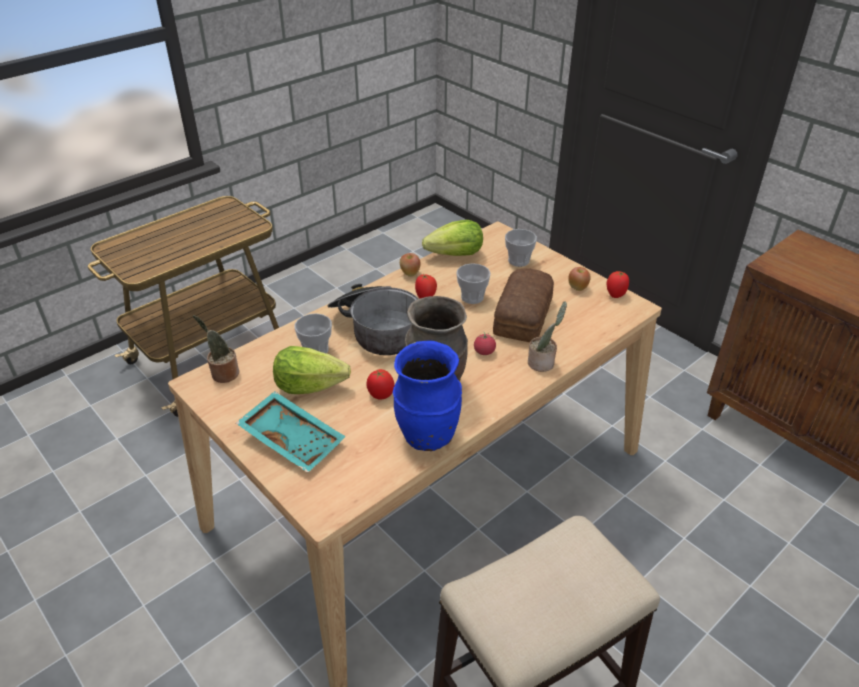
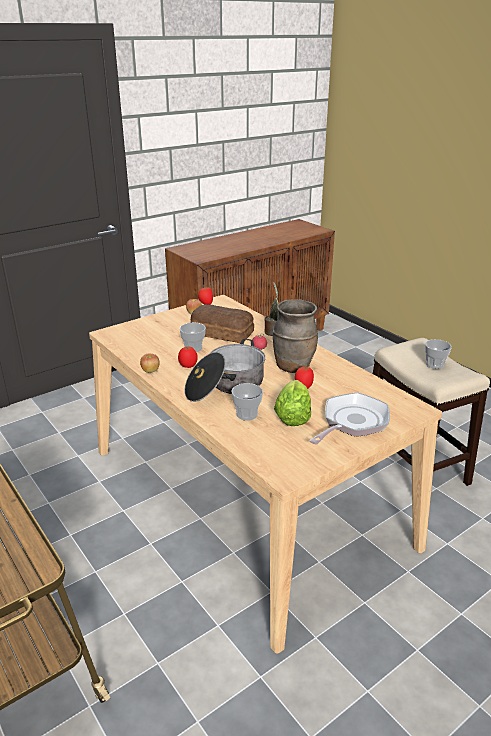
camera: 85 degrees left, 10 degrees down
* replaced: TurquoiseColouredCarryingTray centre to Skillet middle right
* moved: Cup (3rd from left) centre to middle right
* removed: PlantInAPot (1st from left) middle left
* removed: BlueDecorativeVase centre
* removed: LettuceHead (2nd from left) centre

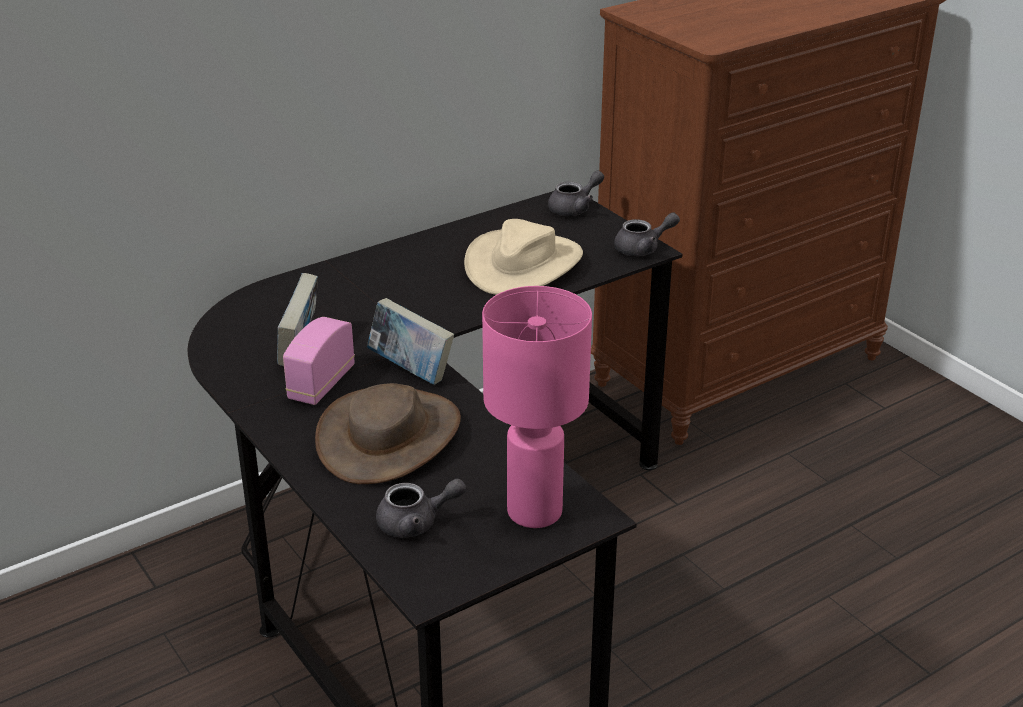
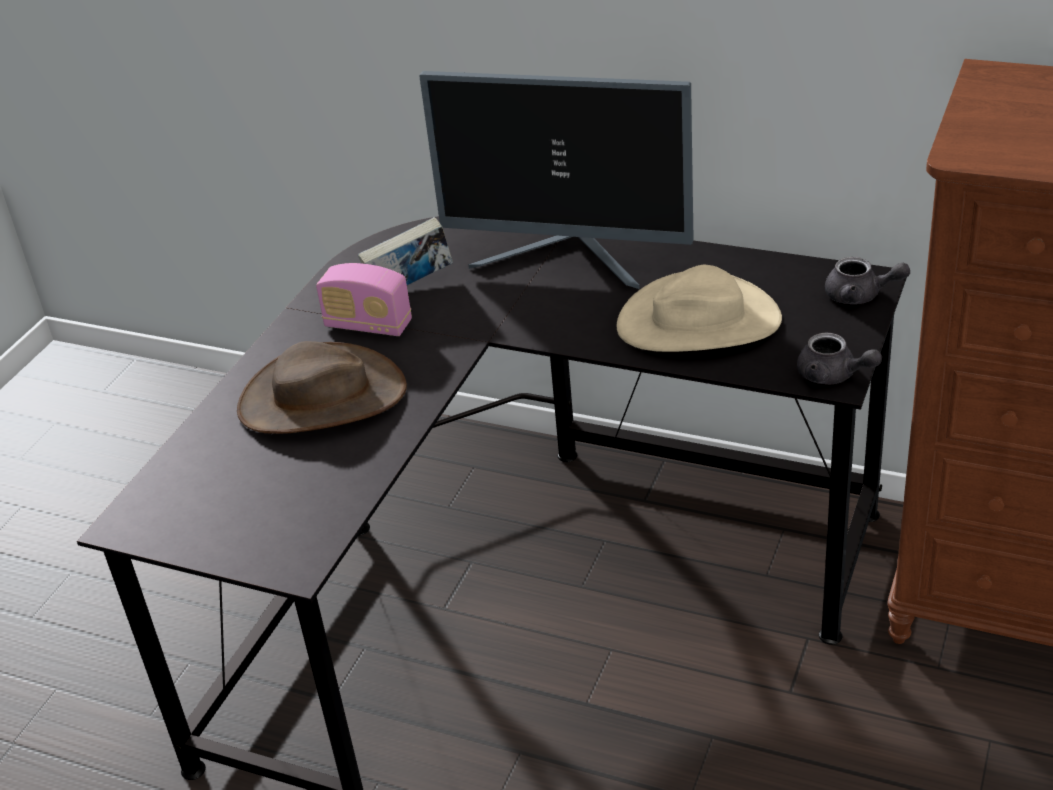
camera: 60 degrees right, 5 degrees up
* turned: Radio middle left = centre 150 degrees counterclockwise
* added: ComputerScreen top centre
* removed: BoundBook (2nd from left) centre
* removed: GreyPotForTea (1st from left) bottom centre
* removed: PinkishLampForATable centre

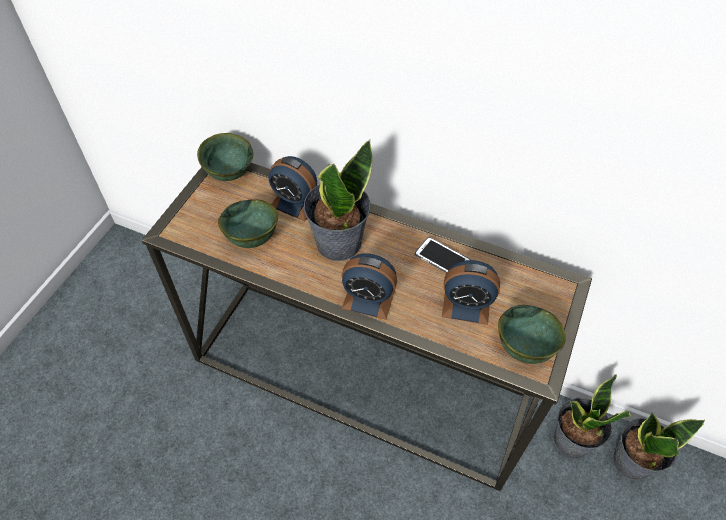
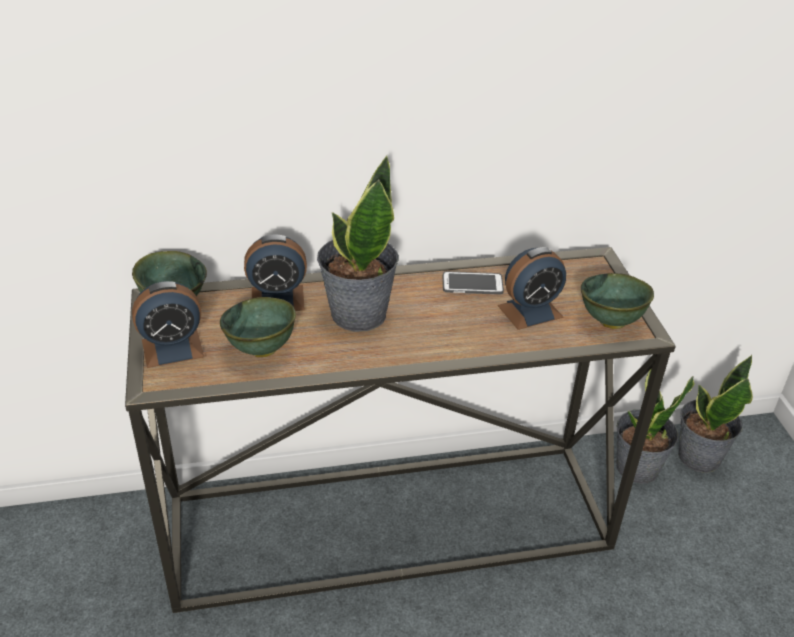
camera: 35 degrees left, 15 degrees down
* moved: BedsideClock (2nd from left in the first image) centre to BedsideClock (1st from left) middle left

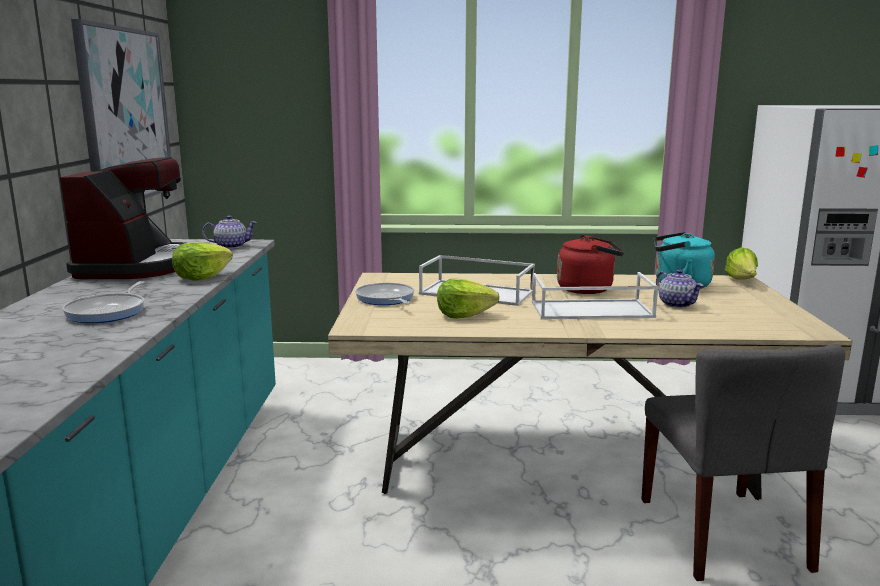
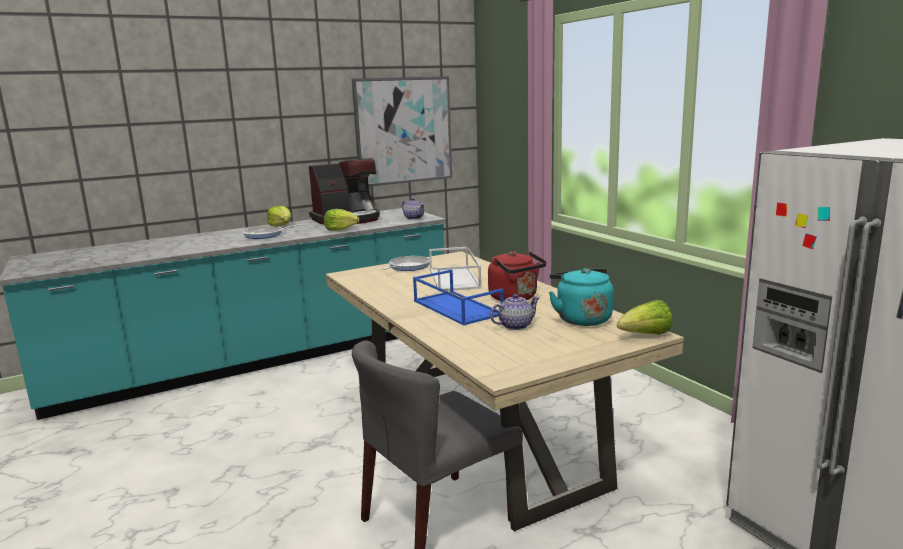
camera: 60 degrees right, 0 degrees up
* moved: LettuceHead (2nd from left in the first image) centre to LettuceHead (1st from left) middle left
* recoloured: WhiteCarryingTray (2nd from left) middle right to BlueCarryingTray centre
* turned: PotForTea (2nd from left) middle right = centre 150 degrees counterclockwise

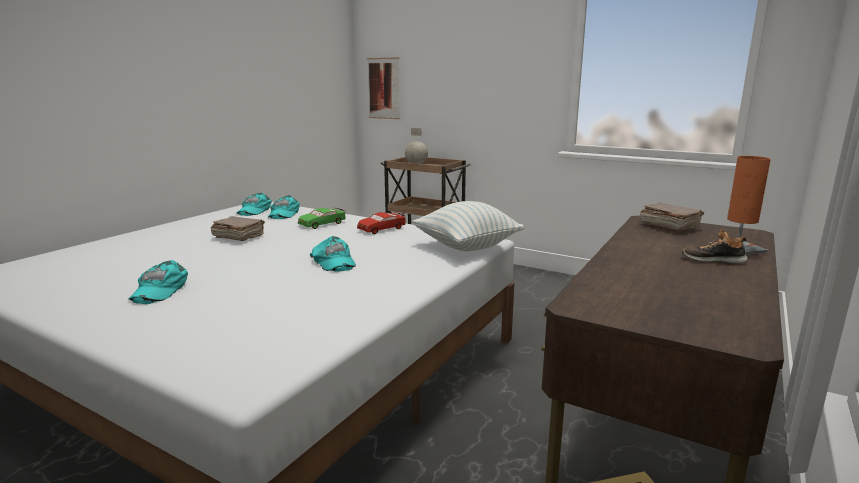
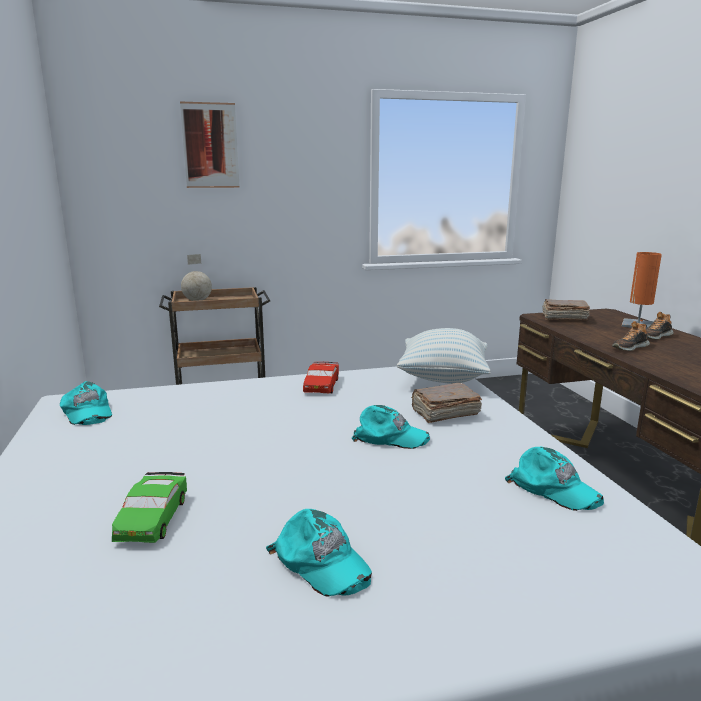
camera: 45 degrees left, 0 degrees up
* moved: GreenishMiniatureCar centre to bottom left
* moved: WallArt top centre to top left
* moved: BrownColouredBoundBook (1st from left) middle left to centre
* moved: TurquoiseColouredBaseballCap (3rd from left in the first image) middle left to TurquoiseColouredBaseballCap (4th from left) bottom right
* added: LowShoe (1st from left) middle right

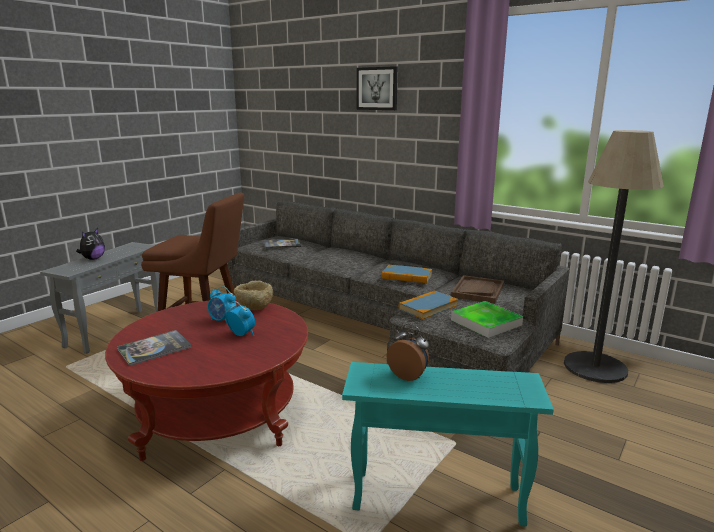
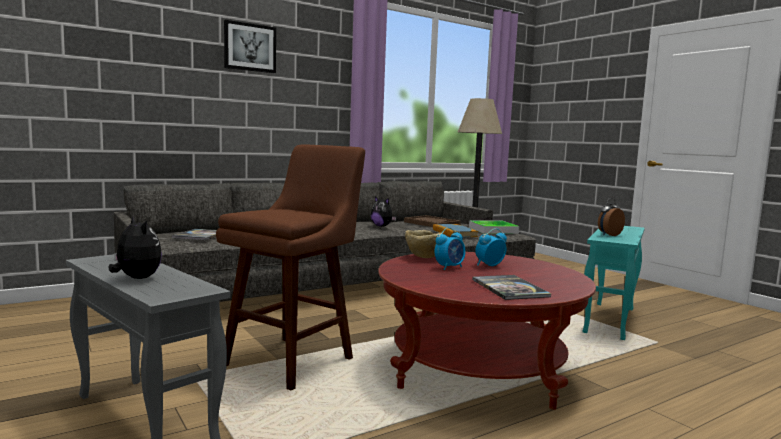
camera: 70 degrees left, 10 degrees down
* replaced: BoundBook (3rd from left) centre to SoftToy (2nd from left) centre

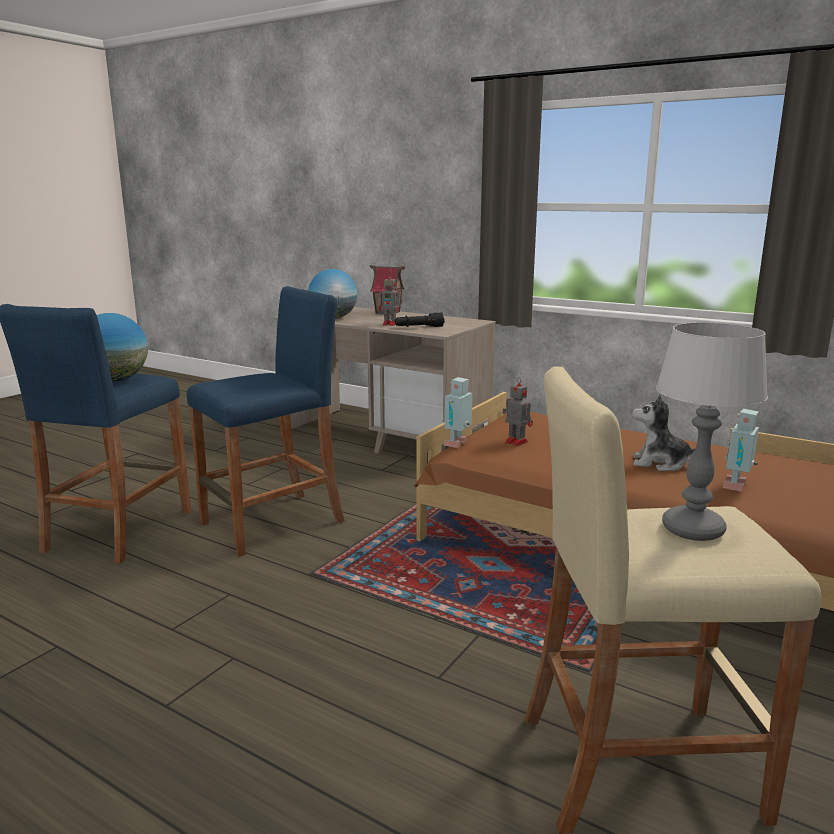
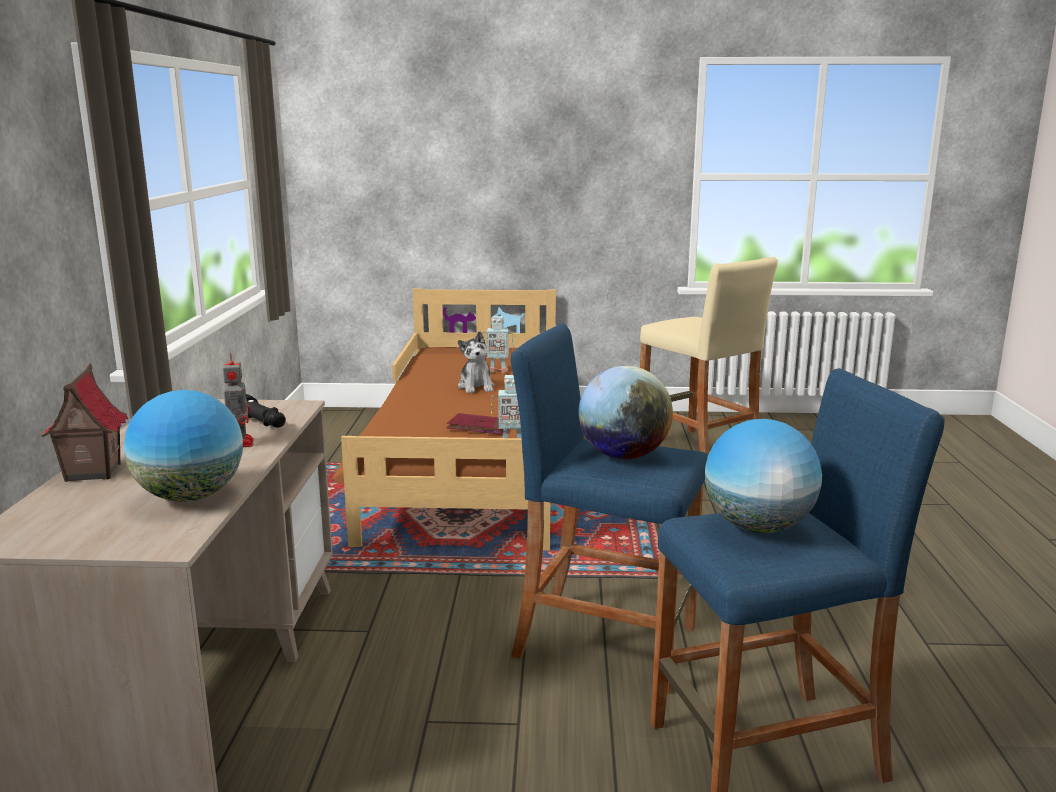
camera: 120 degrees left, 0 degrees up
* replaced: ToyRobot (3rd from left) centre to ReddishBoundBook centre
* added: WorldGlobe (2nd from left) centre
* removed: LampForATable middle right

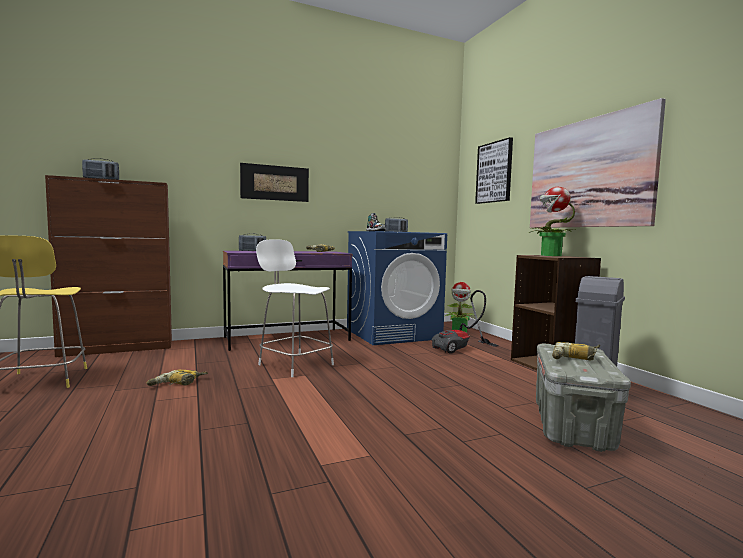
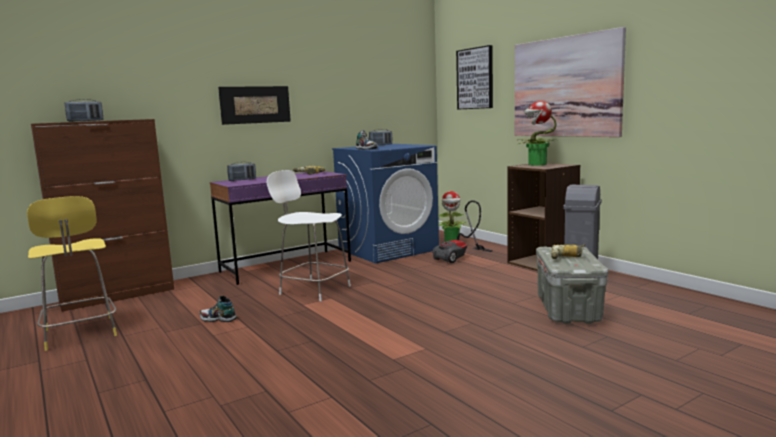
camera: 10 degrees left, 5 degrees up
* replaced: Drill (1st from left) bottom left to LowShoe (1st from left) bottom left

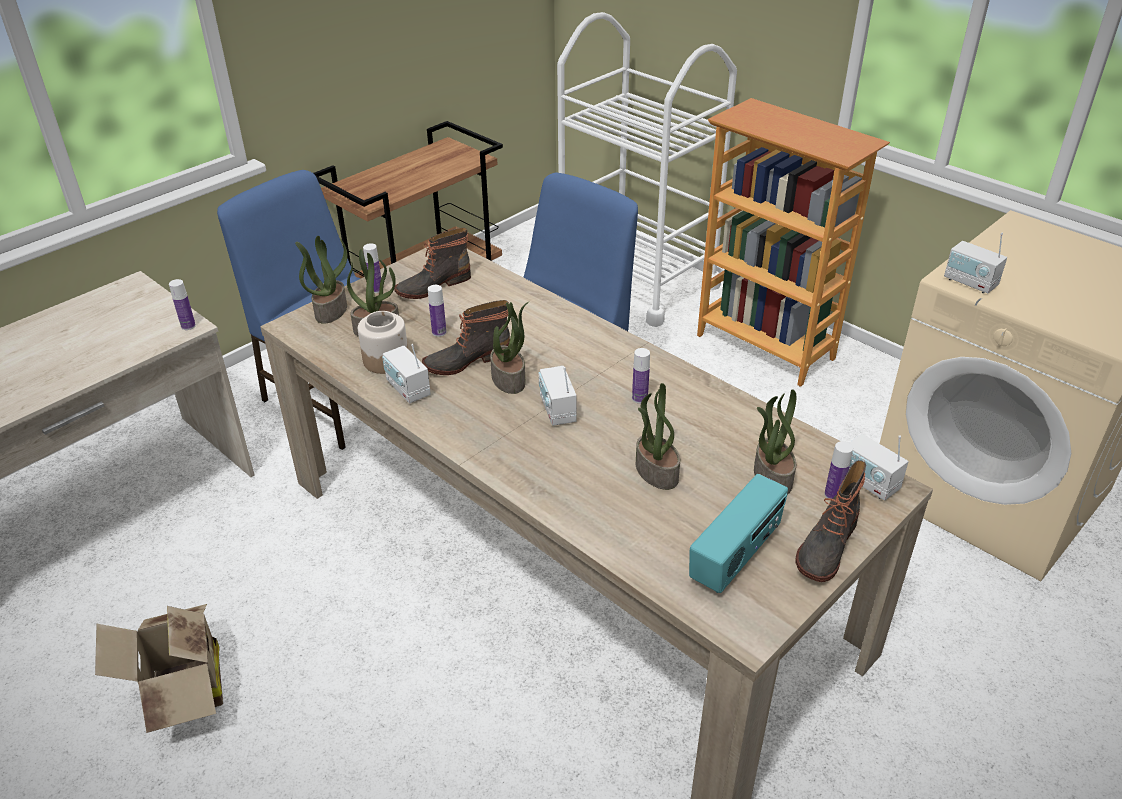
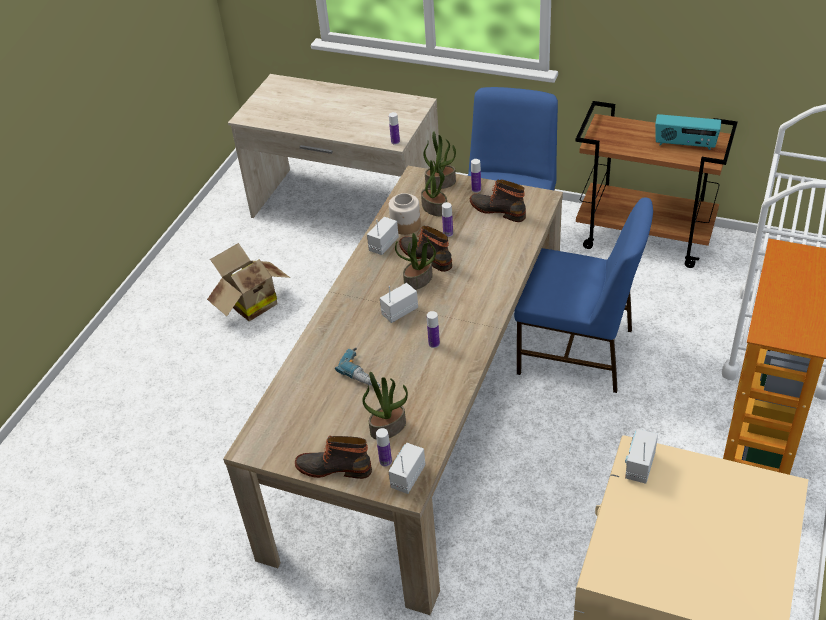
camera: 70 degrees right, 5 degrees up
* replaced: PlantInAPot (4th from left) centre to Drill centre
* moved: Radio (3rd from left in the first image) bottom centre to Radio (5th from left) top right

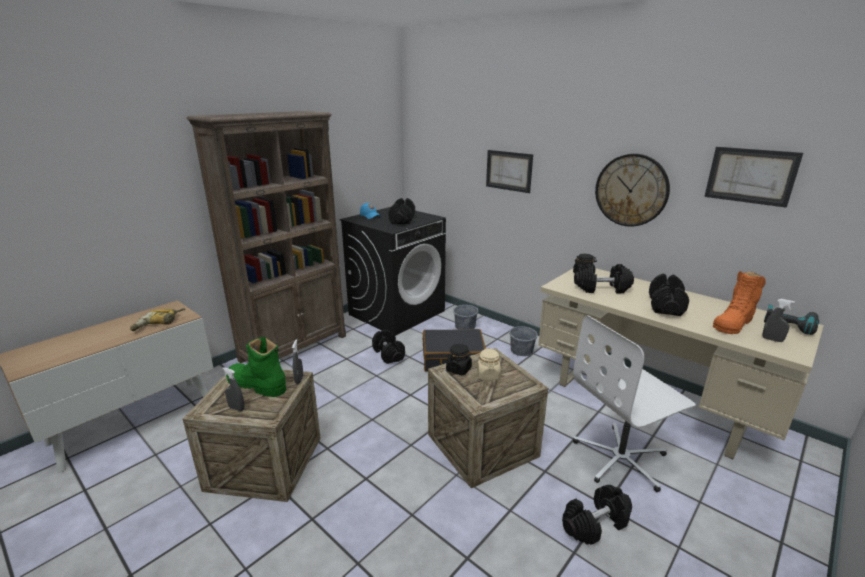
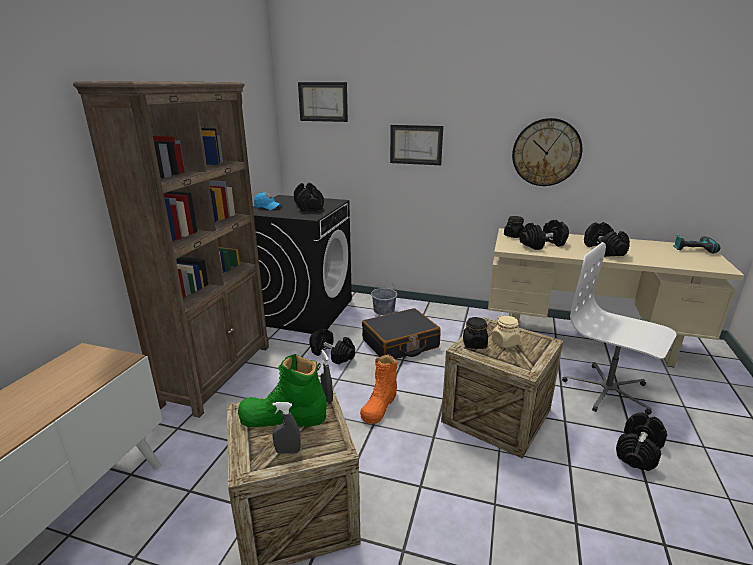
camera: 25 degrees left, 0 degrees up
* moved: WallArt (2nd from left in the first image) top right to WallArt (1st from left) top centre
* moved: OrangeyTallBoot middle right to bottom centre
* turned: WhiteComputerChair bottom right = middle right 90 degrees clockwise
* removed: Drill (1st from left) middle left
* removed: GreyPail (2nd from left) centre
* removed: GreySprayBottle (3rd from left) middle right

